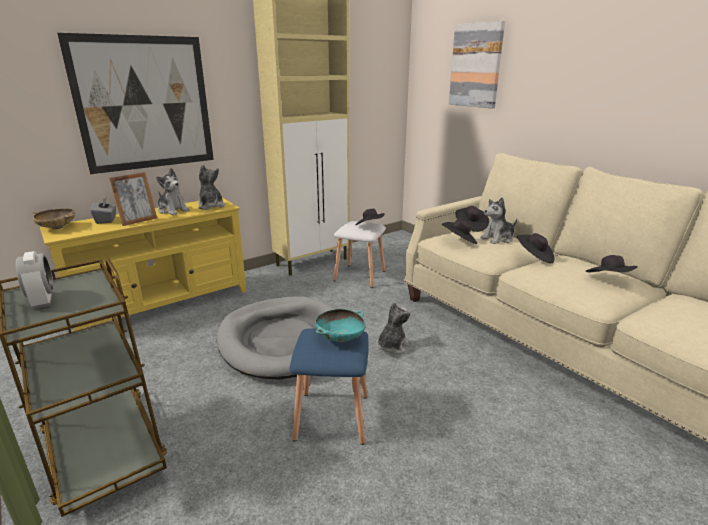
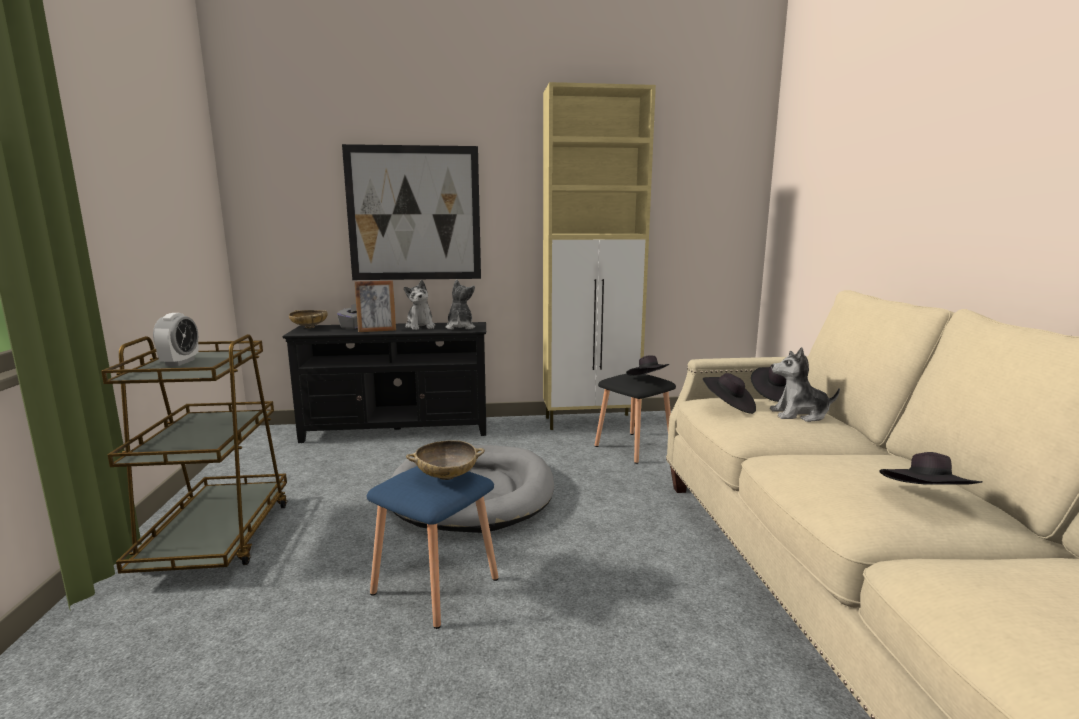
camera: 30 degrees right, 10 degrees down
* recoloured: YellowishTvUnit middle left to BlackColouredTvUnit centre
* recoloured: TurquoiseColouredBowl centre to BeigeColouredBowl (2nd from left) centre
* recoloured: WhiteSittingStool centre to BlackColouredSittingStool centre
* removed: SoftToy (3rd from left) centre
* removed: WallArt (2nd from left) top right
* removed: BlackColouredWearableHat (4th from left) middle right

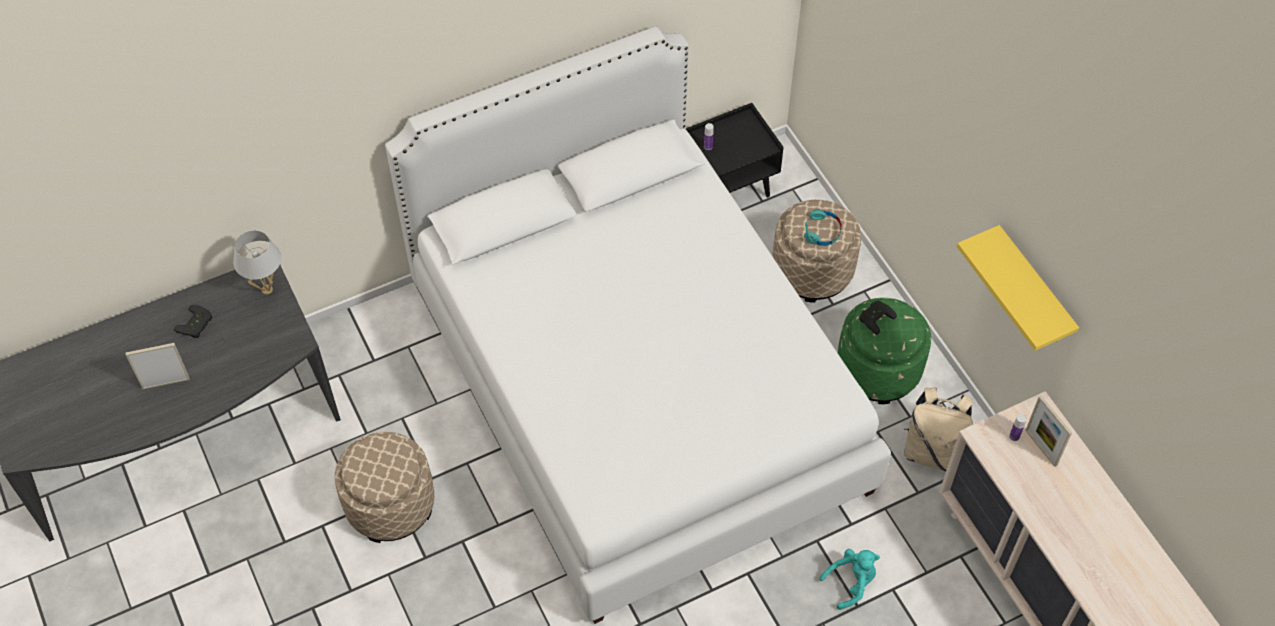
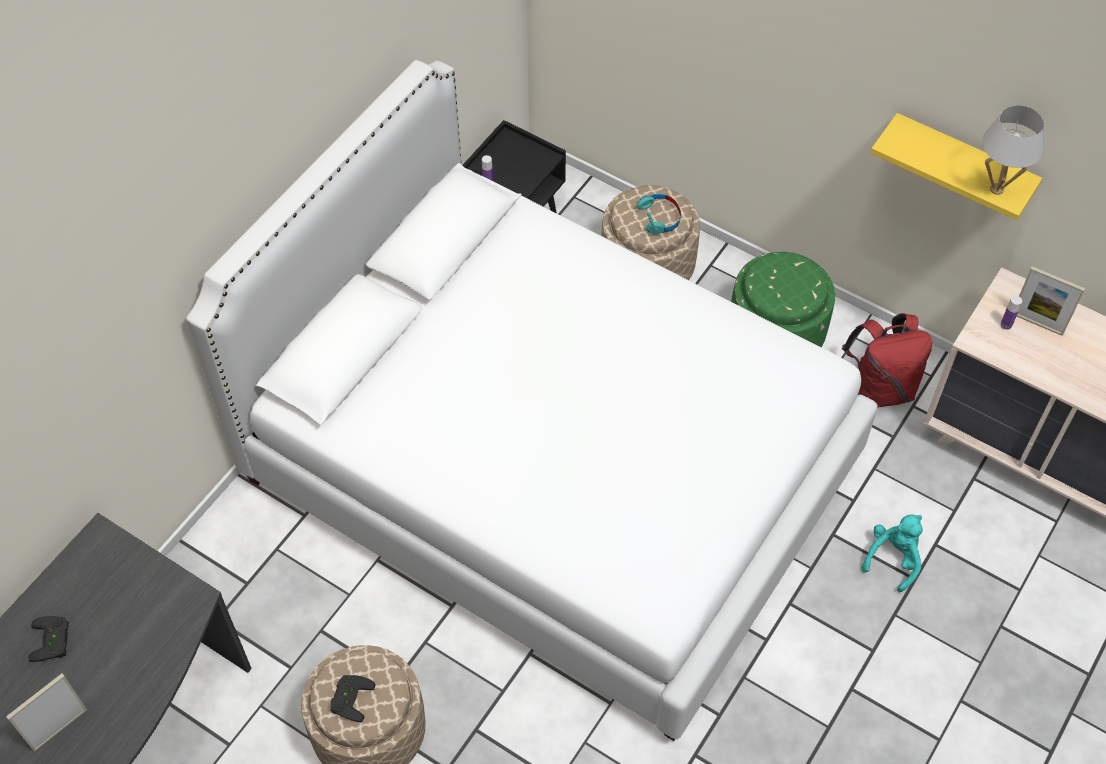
camera: 30 degrees left, 0 degrees up
* moved: BlackColouredGameController (2nd from left) middle right to bottom left
* recoloured: BeigeColouredBackpack bottom right to ReddishBackpack middle right
* moved: WhiteLampForATable middle left to top right

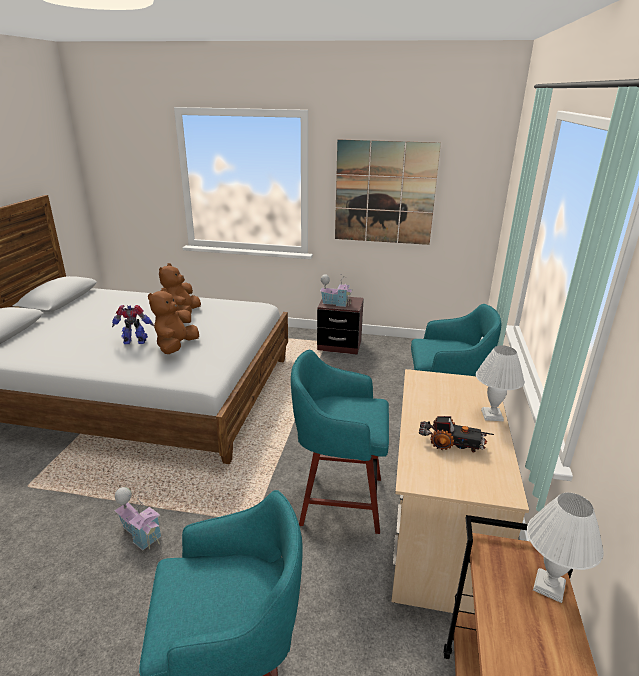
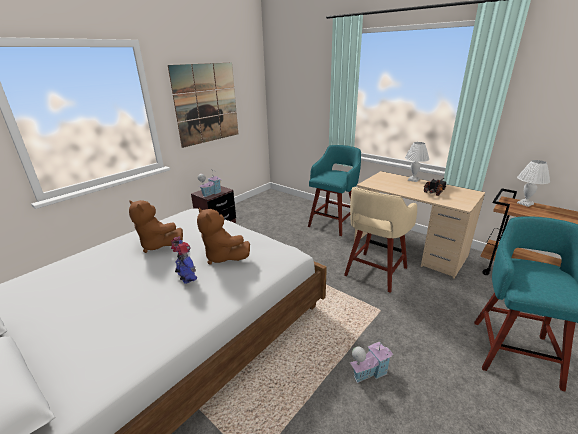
camera: 60 degrees left, 0 degrees up
* turned: ToyRobot middle left = middle left 120 degrees clockwise
* recoloured: TurquoiseColouredSittingStool (2nd from left) centre to BeigeColouredSittingStool centre

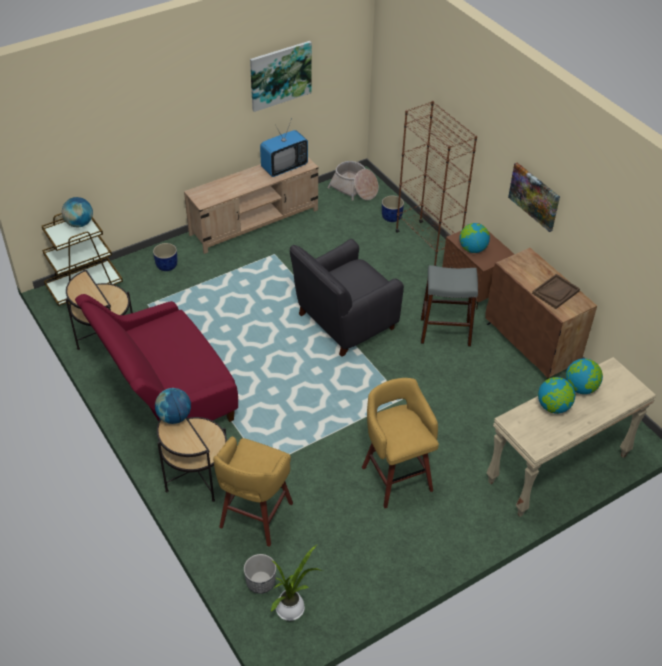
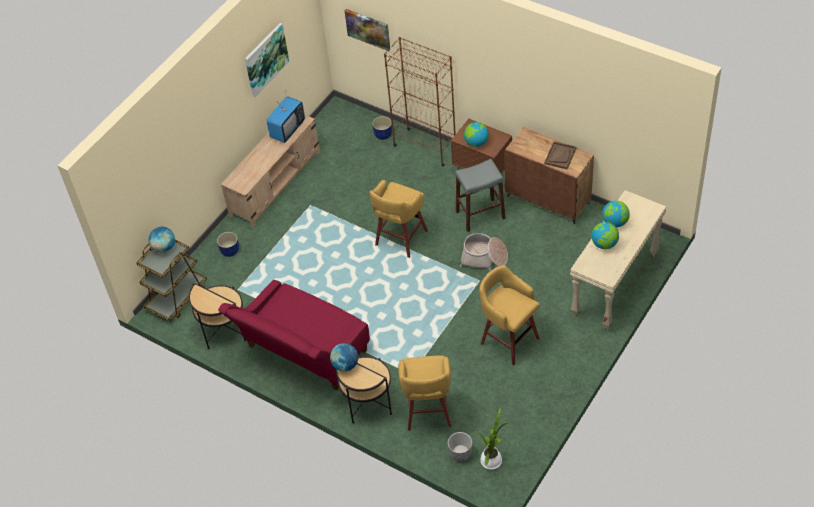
camera: 20 degrees left, 5 degrees up
* moved: WallArt (2nd from left) top right to top centre
* replaced: BlackColouredLoungeChair centre to YellowishSittingStool (1st from left) centre
* moved: Basket top centre to centre

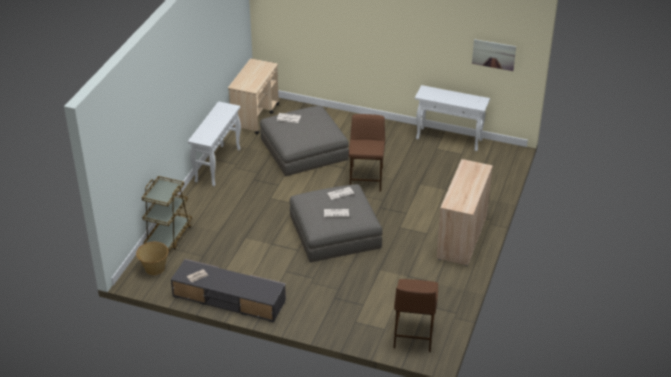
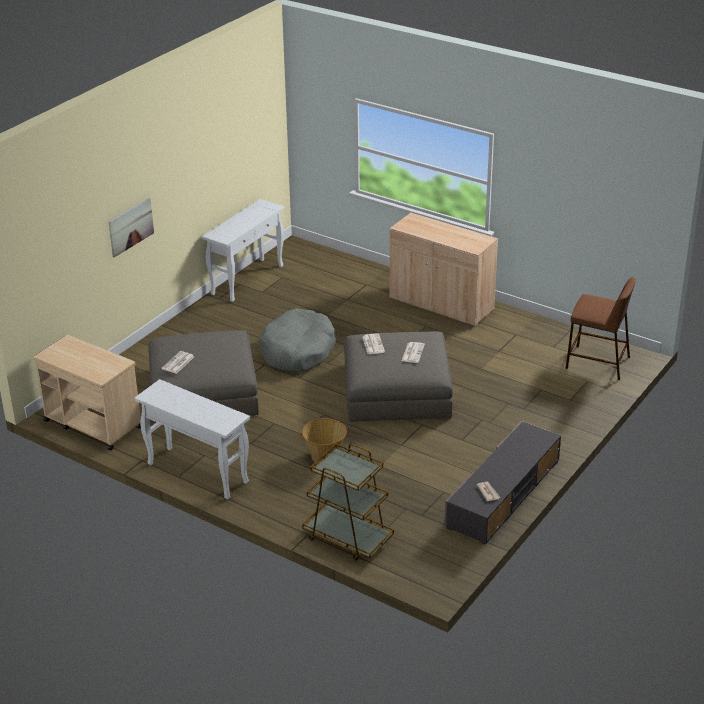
camera: 75 degrees left, 5 degrees down
* moved: WallArt top right to top left
* replaced: BrownColouredSittingStool (1st from left) centre to GreyPetBed centre
* moved: Basket bottom left to centre

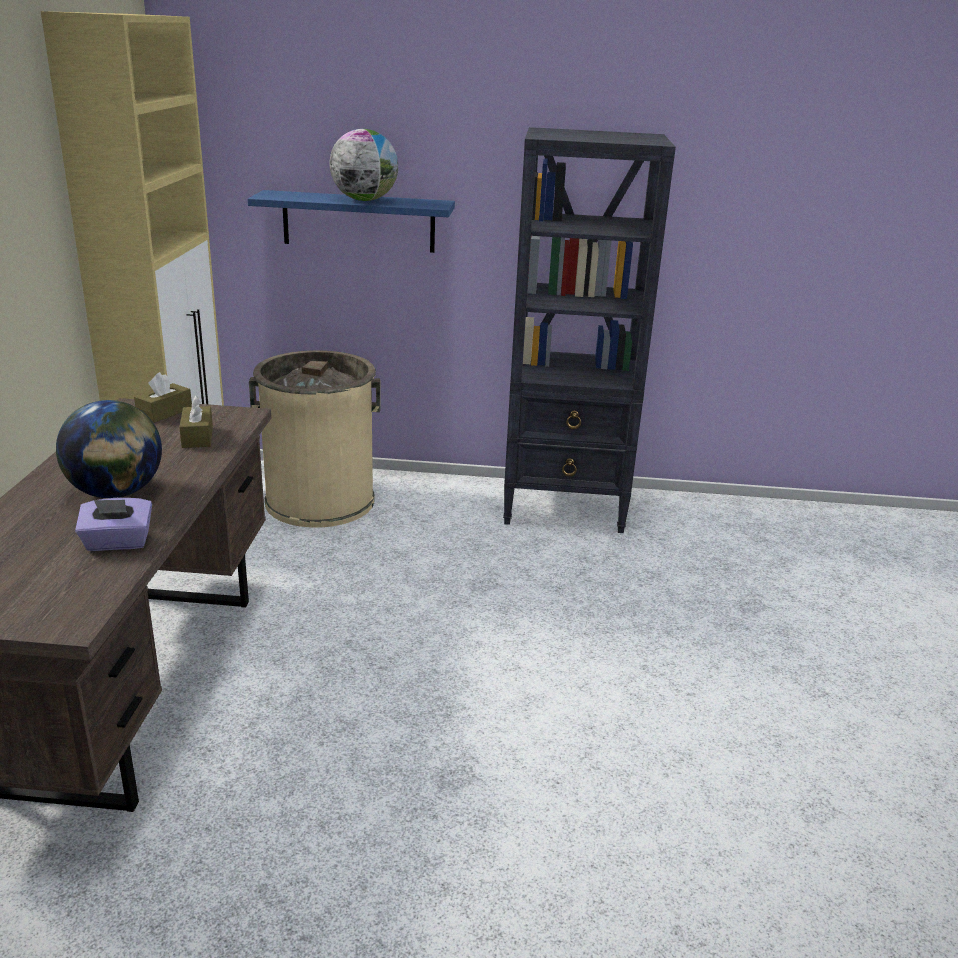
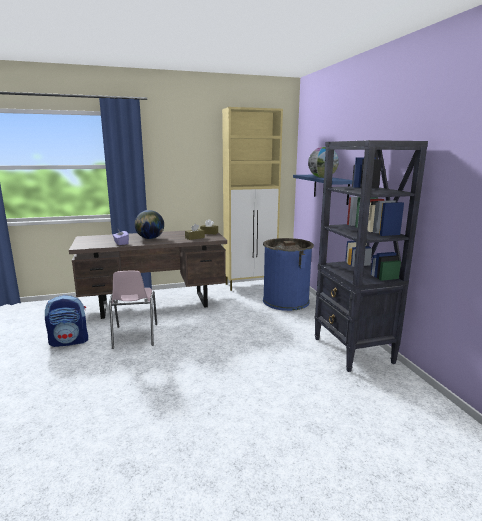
camera: 70 degrees right, 10 degrees down
* added: Backpack middle left
* added: PinkishUprightChair middle left
* recoloured: BeigeColouredTrashCan middle left to BlueTrashCan centre

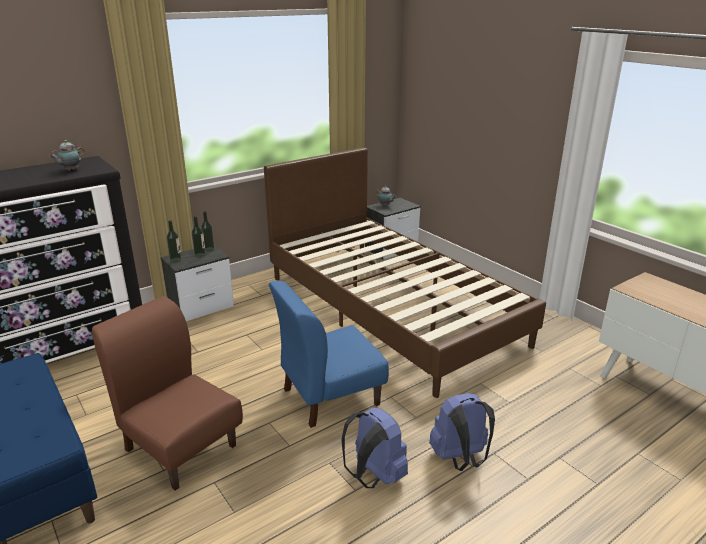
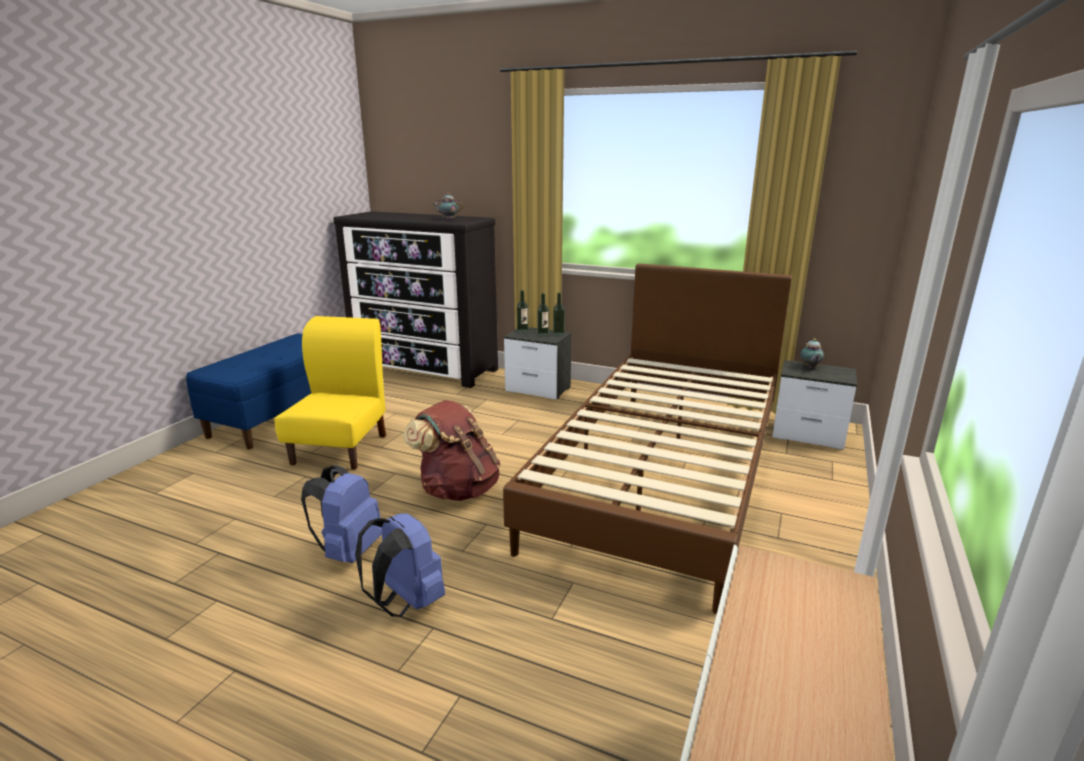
camera: 60 degrees right, 5 degrees down
* recoloured: BrownColouredUprightChair bottom left to YellowishUprightChair middle left
* replaced: BlueUprightChair centre to BrownColouredBackpack centre

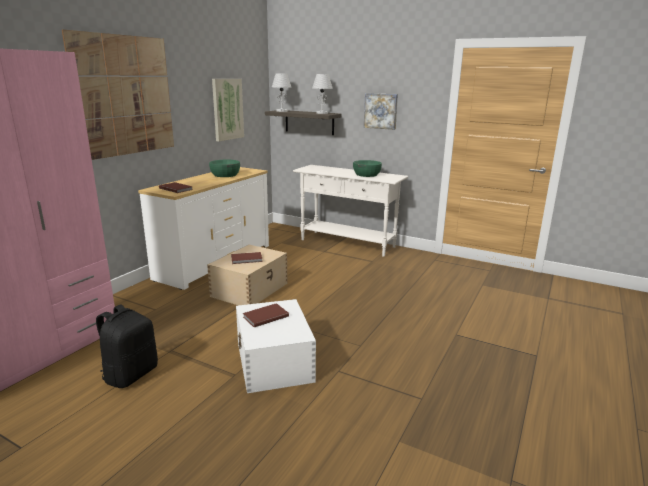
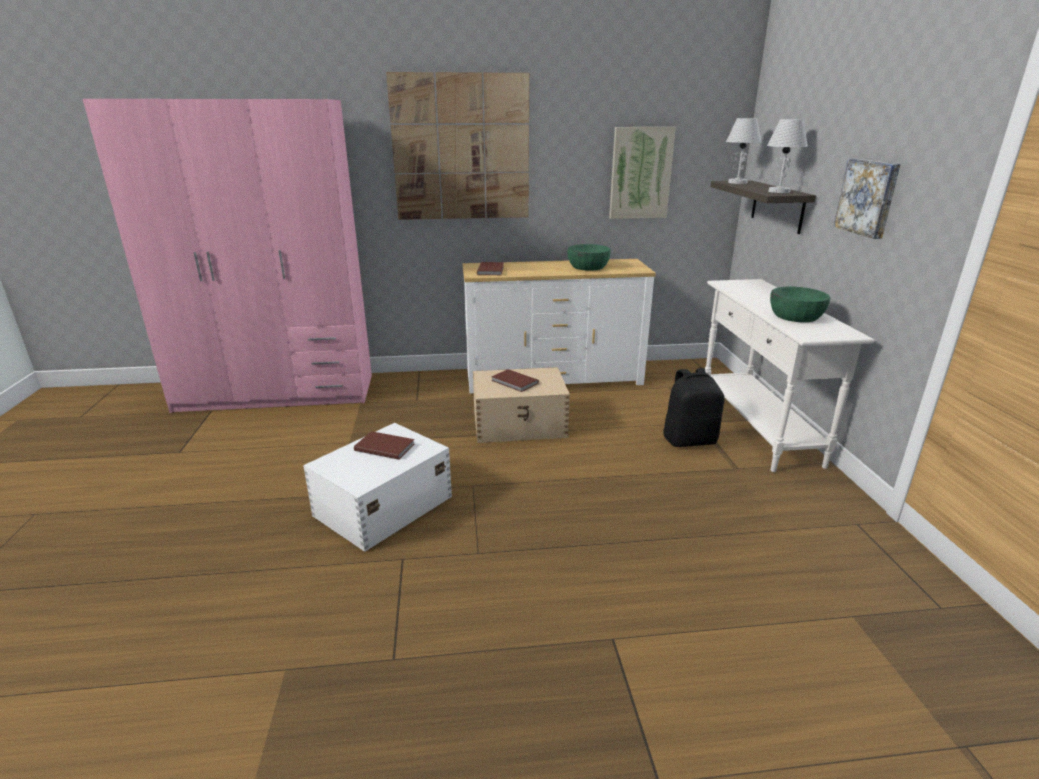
camera: 55 degrees right, 5 degrees up
* moved: BlackColouredBackpack bottom left to middle right

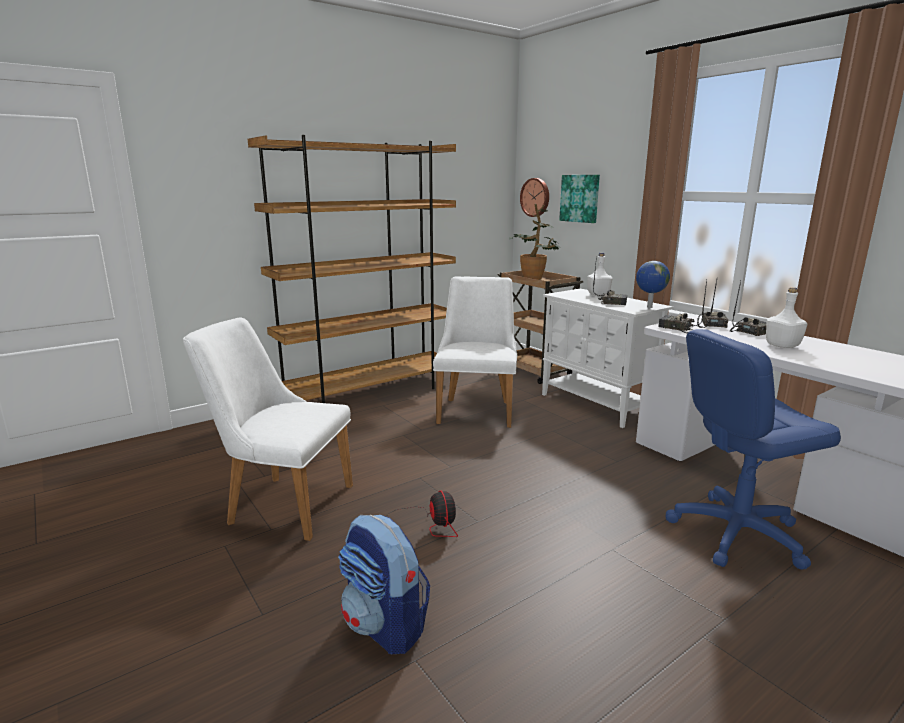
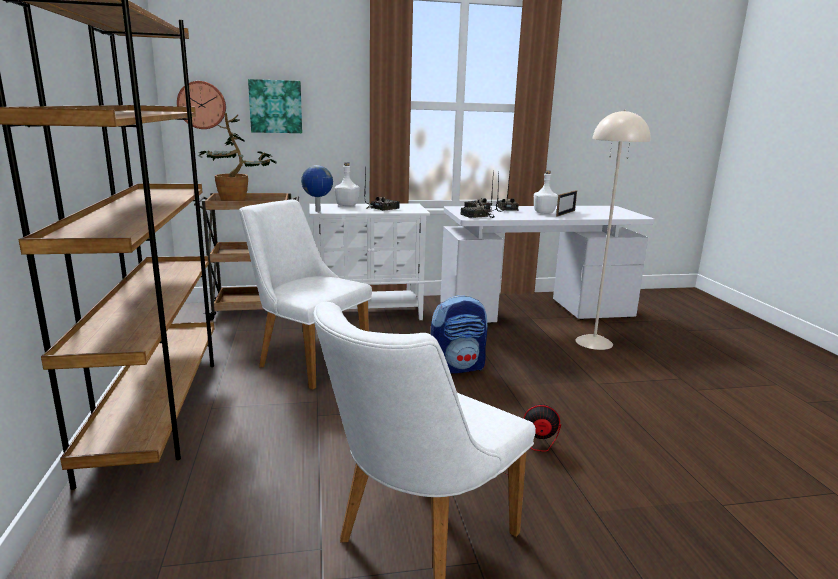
camera: 65 degrees left, 0 degrees up
* moved: WorldGlobe middle right to top centre
* moved: Backpack bottom centre to centre
* added: PhotoFrame middle right
* replaced: BlueComputerChair middle right to BeigeColouredFloorLamp middle right

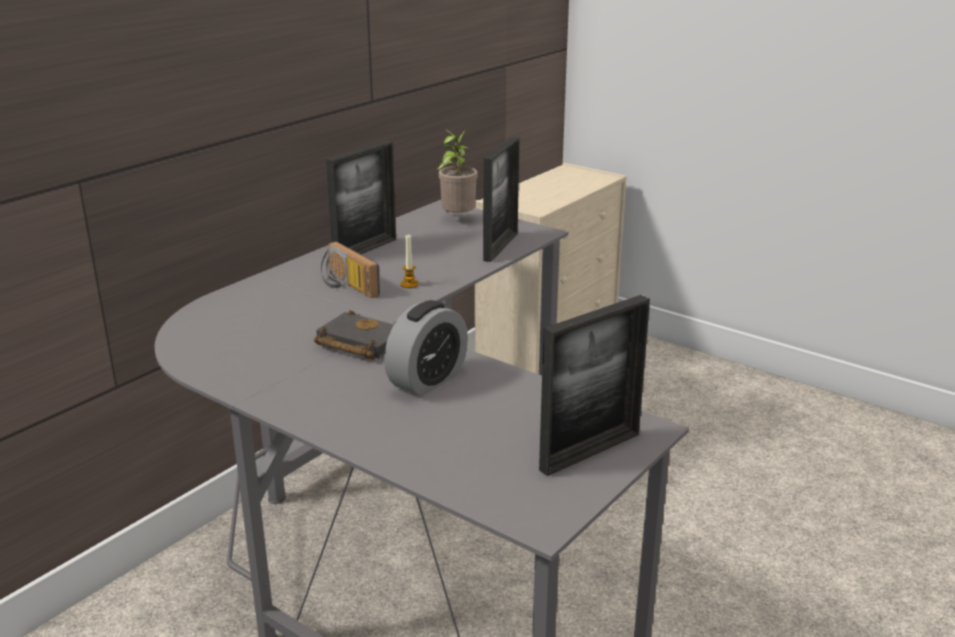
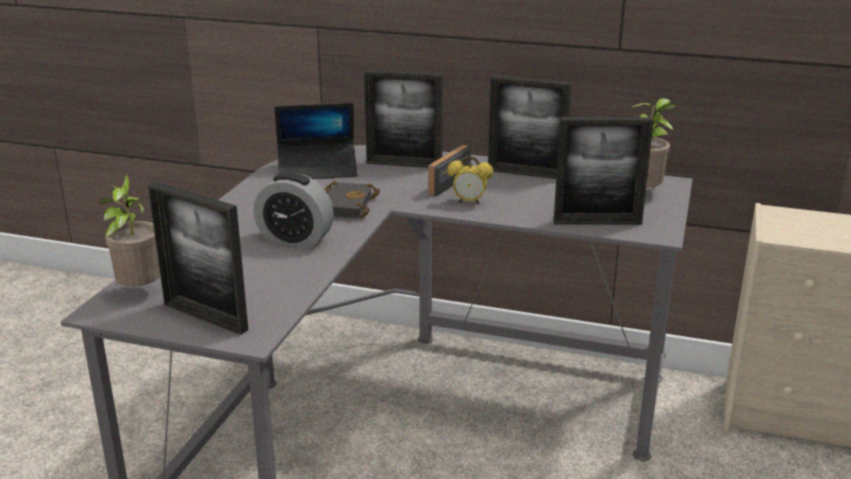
camera: 70 degrees right, 0 degrees up
* added: PlantInAPot (1st from left) middle left
* added: NotebookComputer top centre
* added: PhotoFrame (2nd from left) top centre
* replaced: Candle centre to BedsideClock (2nd from left) centre

